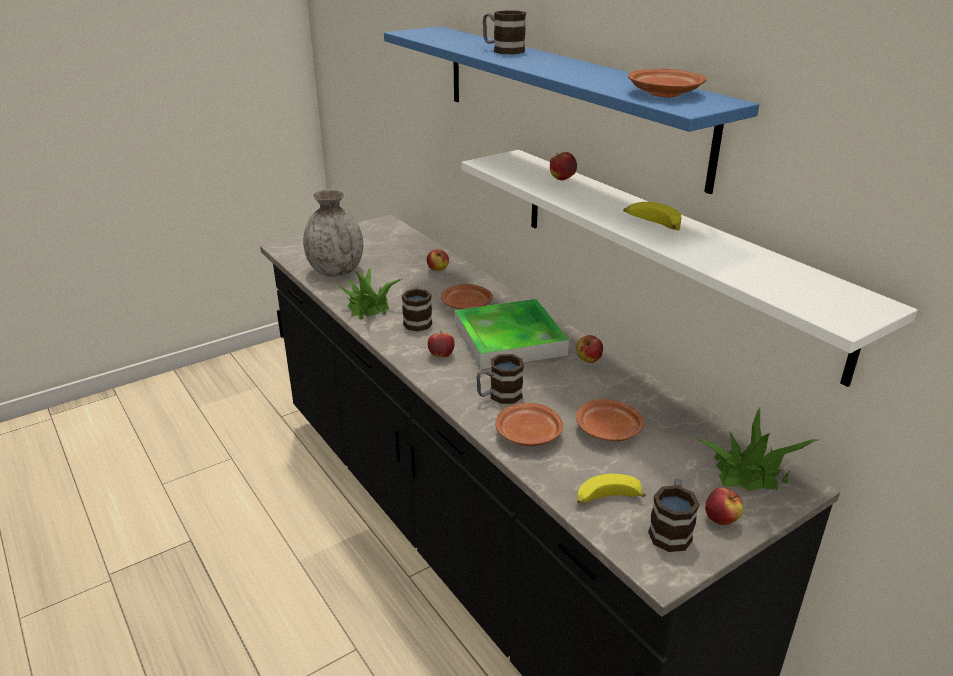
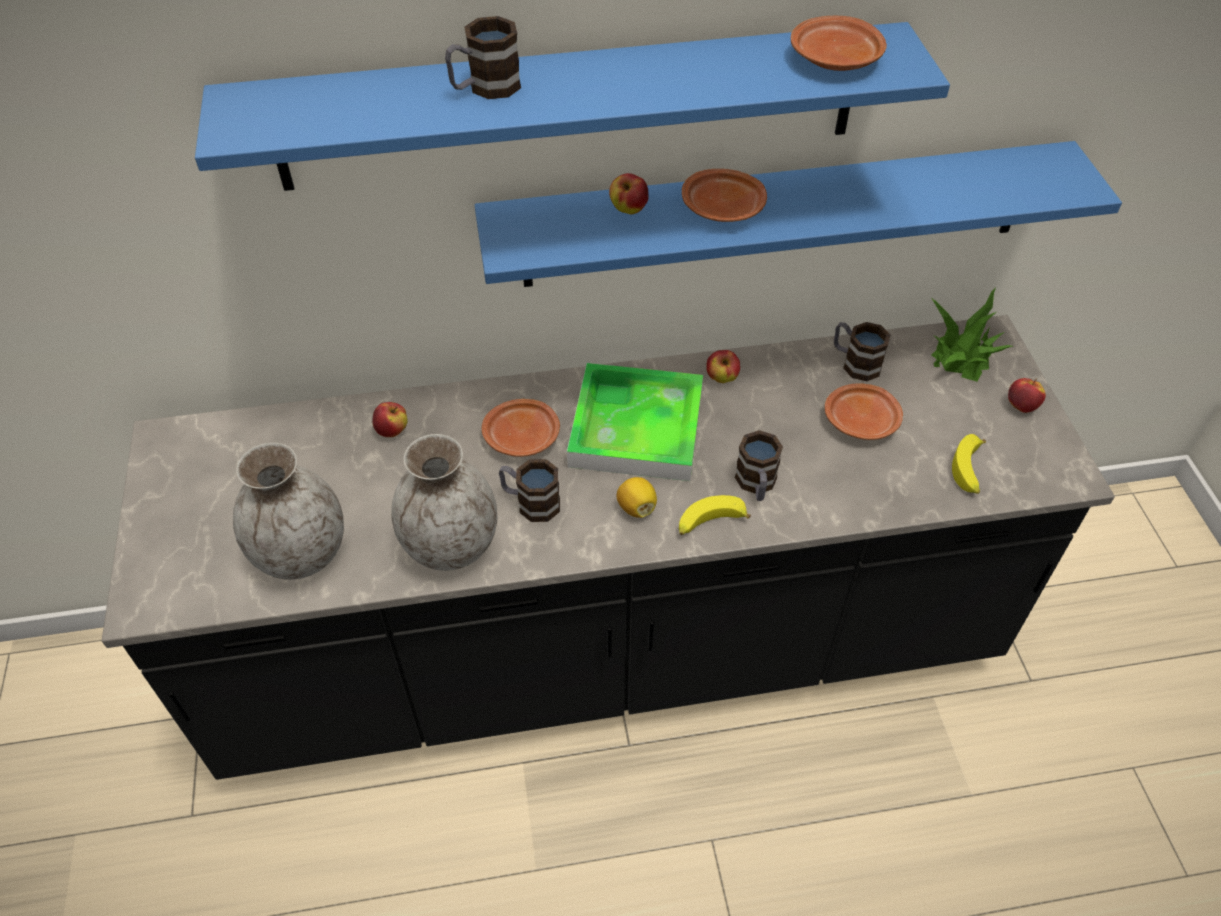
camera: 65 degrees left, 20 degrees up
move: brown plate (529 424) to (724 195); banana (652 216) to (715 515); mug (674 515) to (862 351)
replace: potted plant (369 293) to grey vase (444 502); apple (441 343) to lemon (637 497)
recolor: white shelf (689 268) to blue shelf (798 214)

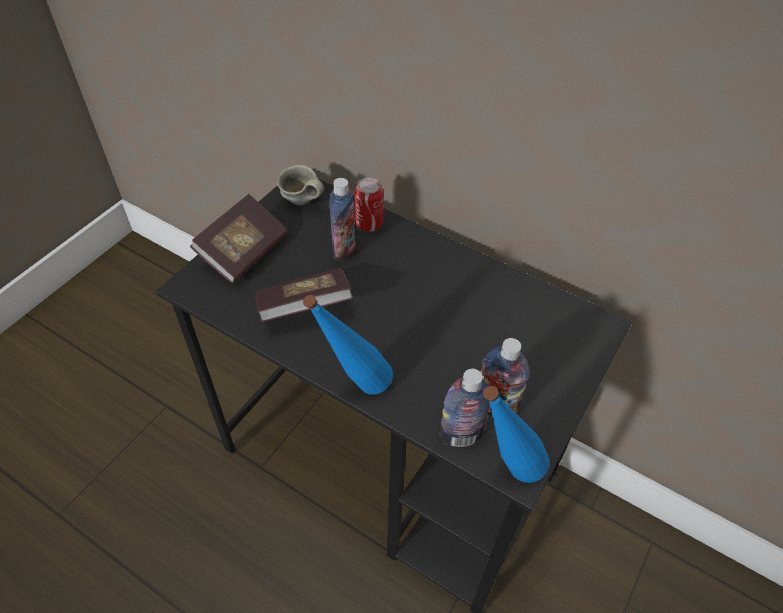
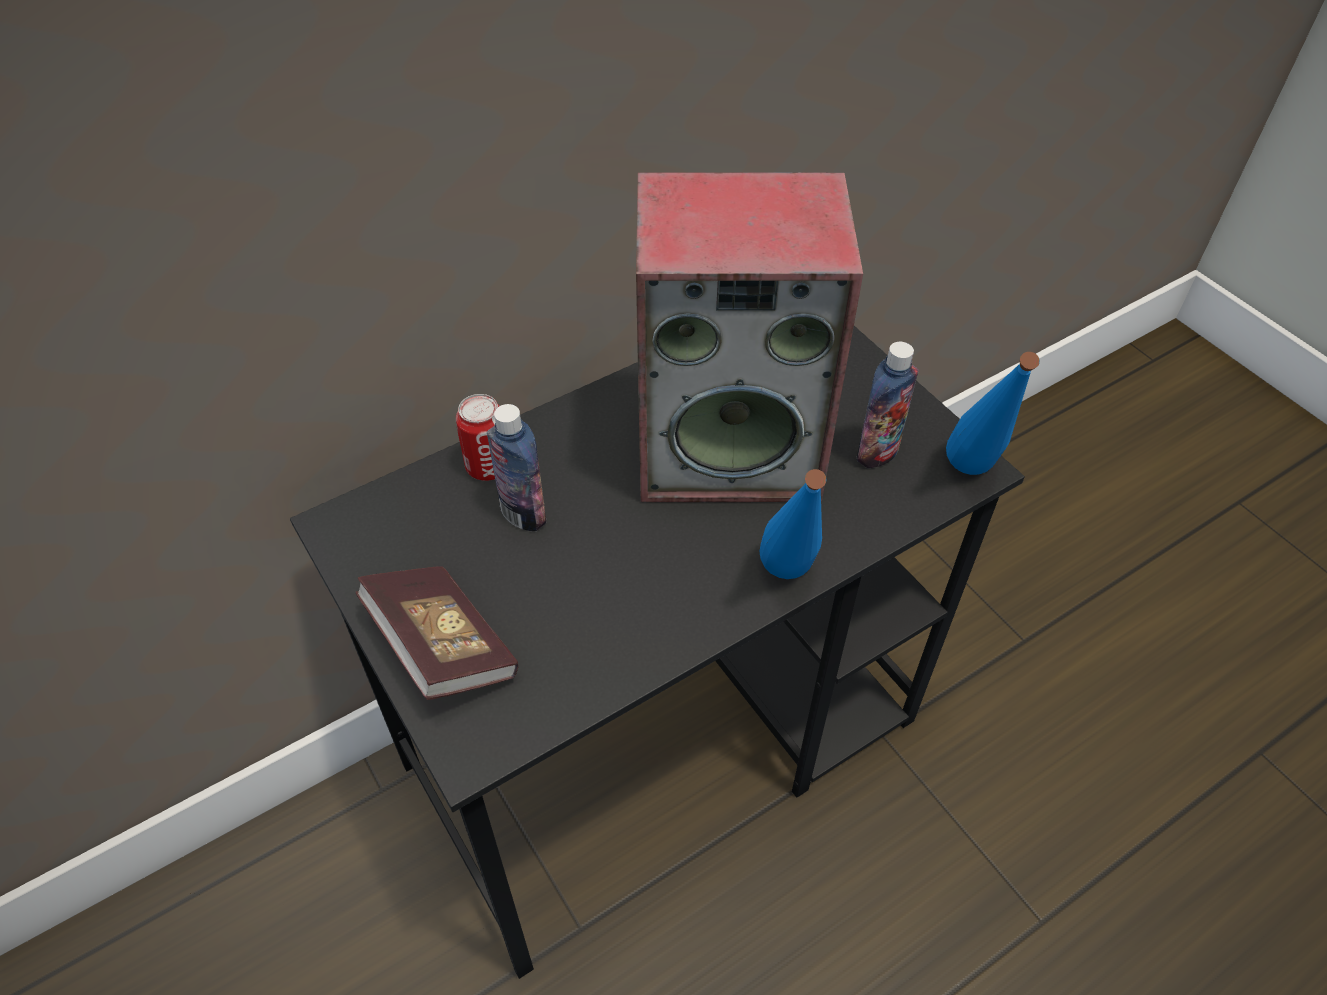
camera: 65 degrees left, 0 degrees up
delete: book (304 295); grey mug (300 185); bottle (464 408)
insert: speaker (749 337)

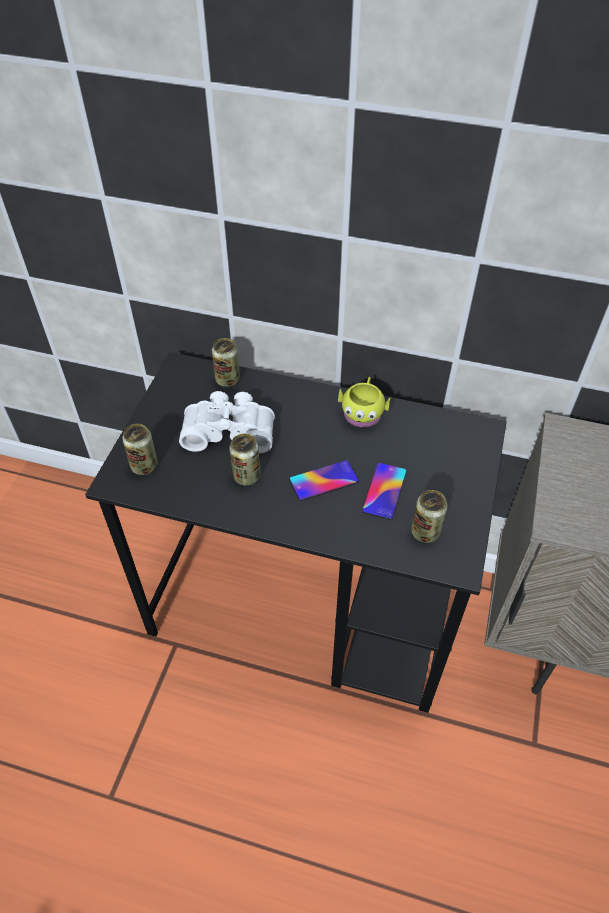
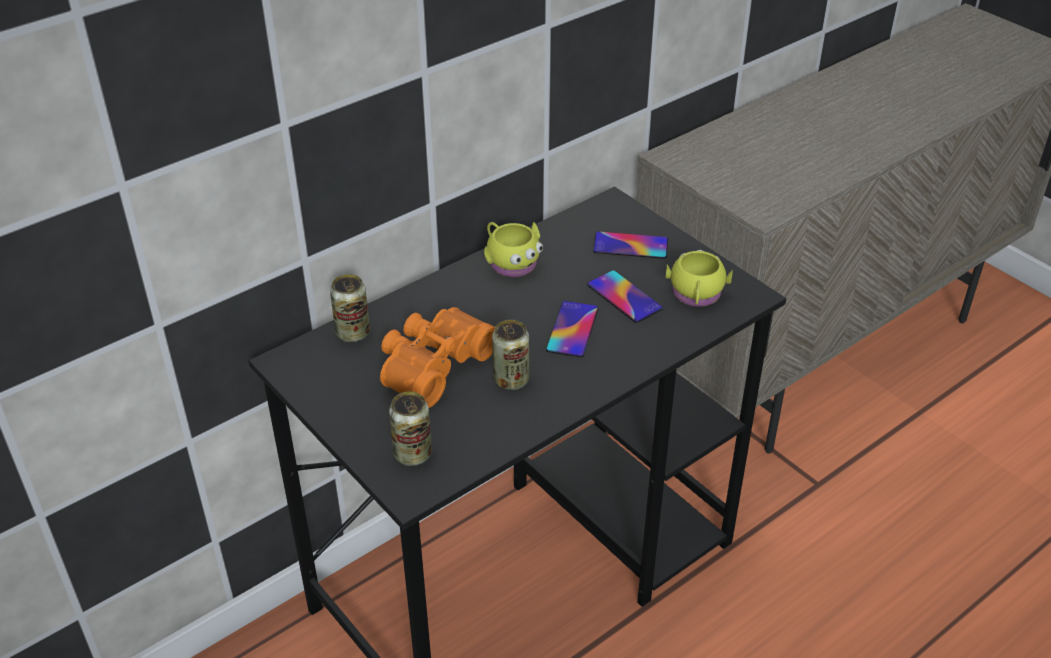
camera: 55 degrees left, 10 degrees down
insert: phone (630 245)
replace: can (429 516) to yellow mug (699 278)
recolor: white binoculars (227 422) to orange binoculars (437 357)

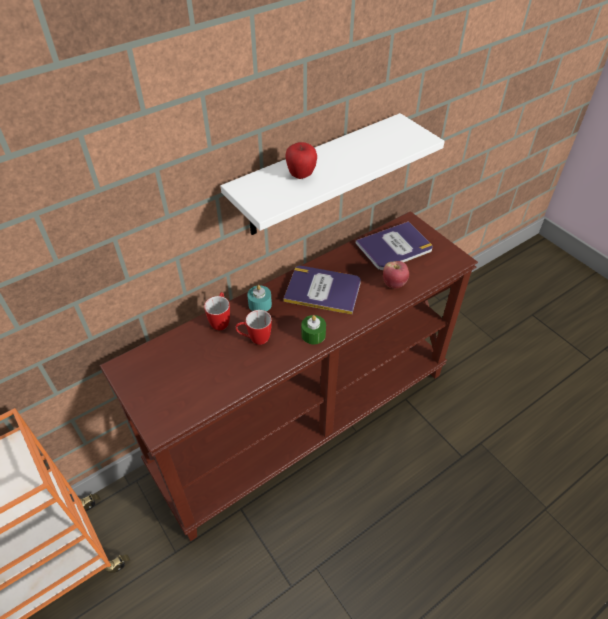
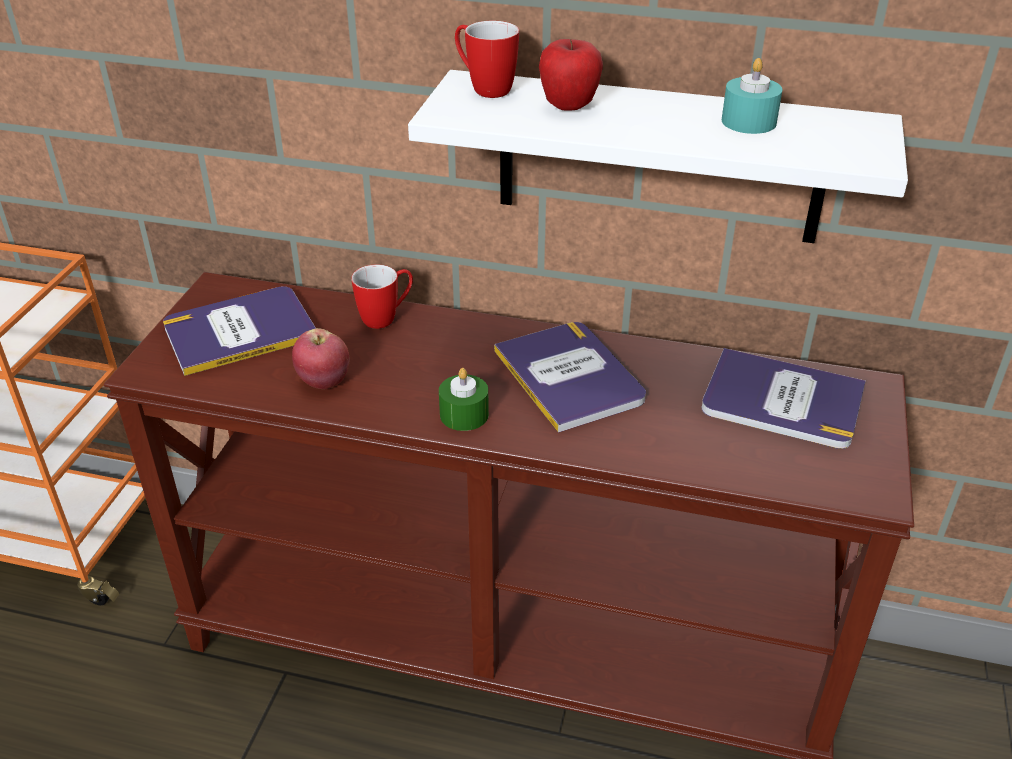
camera: 50 degrees right, 10 degrees down
insert: book (239 331)
move: mug (253 327) to (487 59); turquoise candle (259 298) to (752 96); apple (396 275) to (320 358)

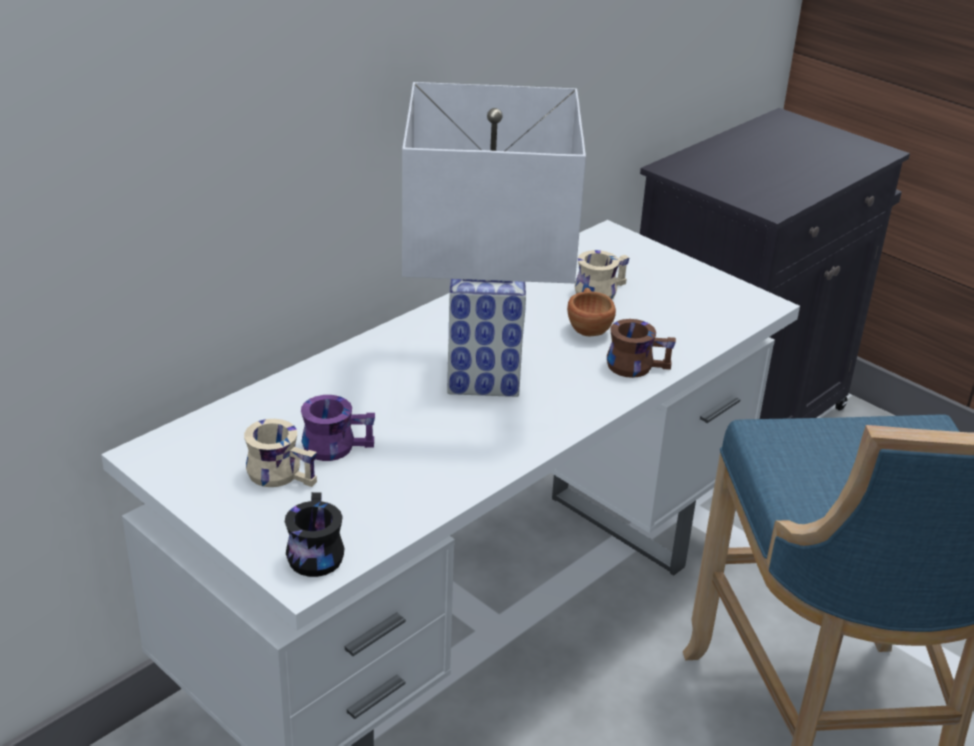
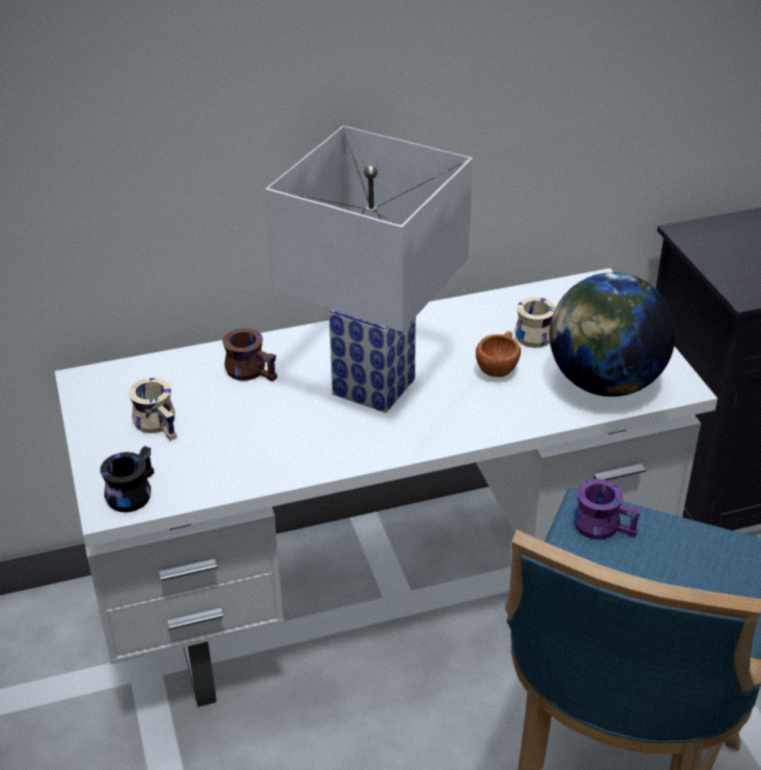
camera: 30 degrees right, 5 degrees up
insert: globe (612 334)
move: purple mug (338 428) to (608 509); brown mug (641 348) to (250 355)

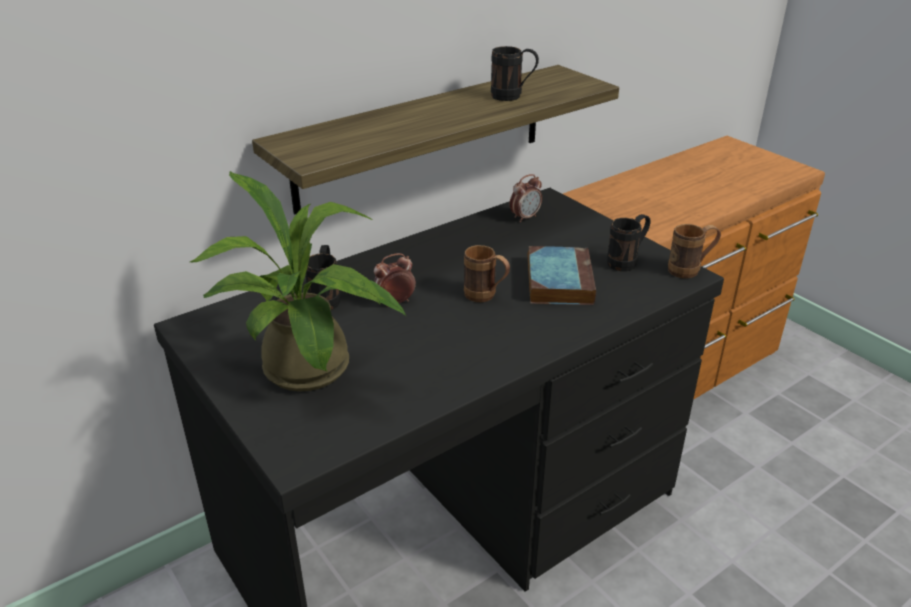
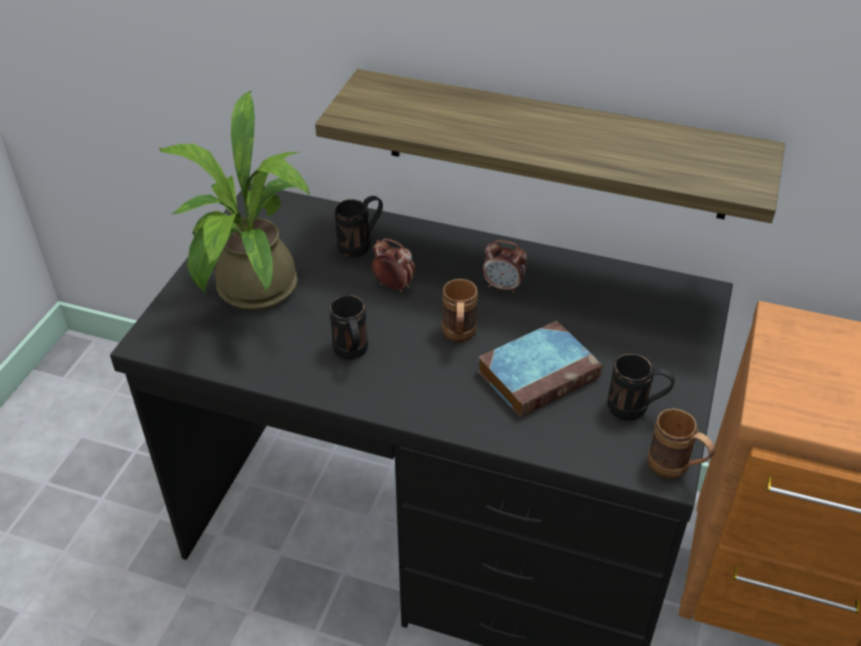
camera: 55 degrees right, 10 degrees up
move: black mug (515 73) to (349 327); alarm clock (526 198) to (504 266)

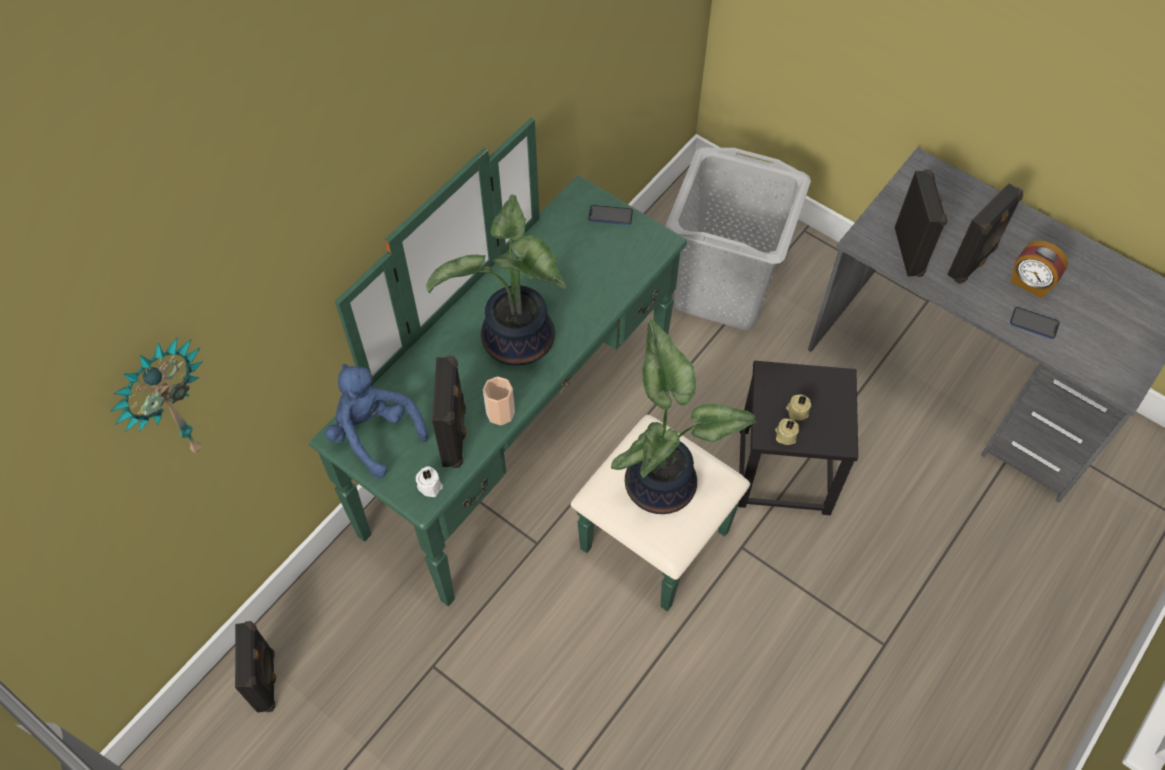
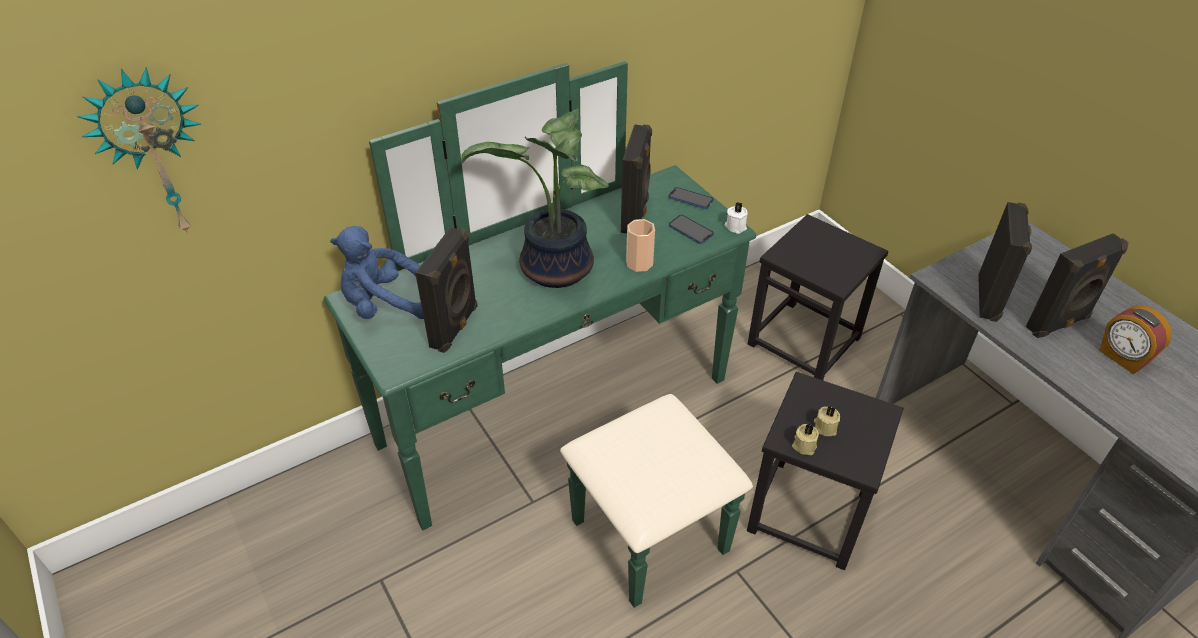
camera: 20 degrees right, 15 degrees down
delete: potted plant (684 416)
move: black speaker (255 667) to (636 178); white candle (429 481) to (736 218); cup (499 400) to (640 245); phone (1035 323) to (691 229)
replace: grey laundry basket (738 238) to black stool (818 297)
rotate: blue plush toy (376 421) = (377 272) 75 degrees counterclockwise

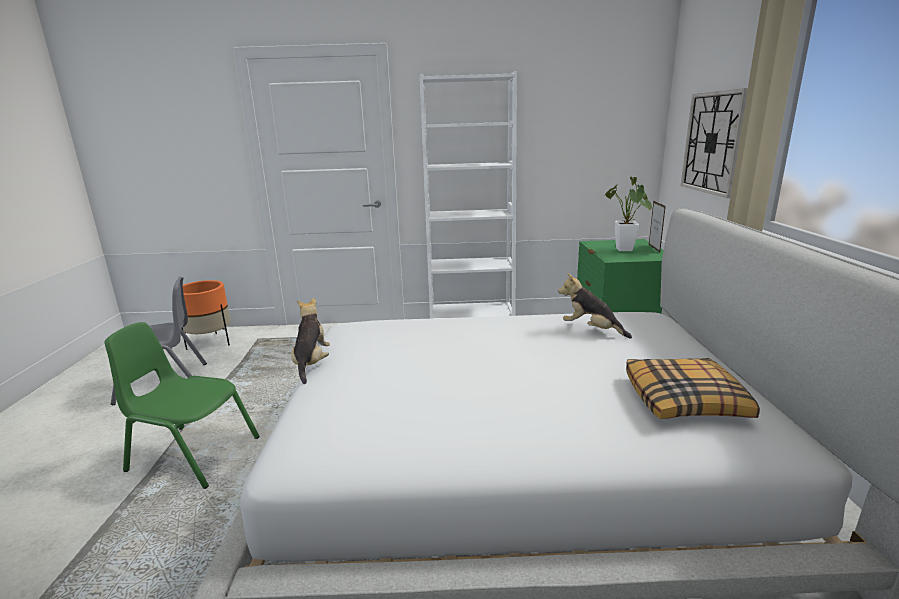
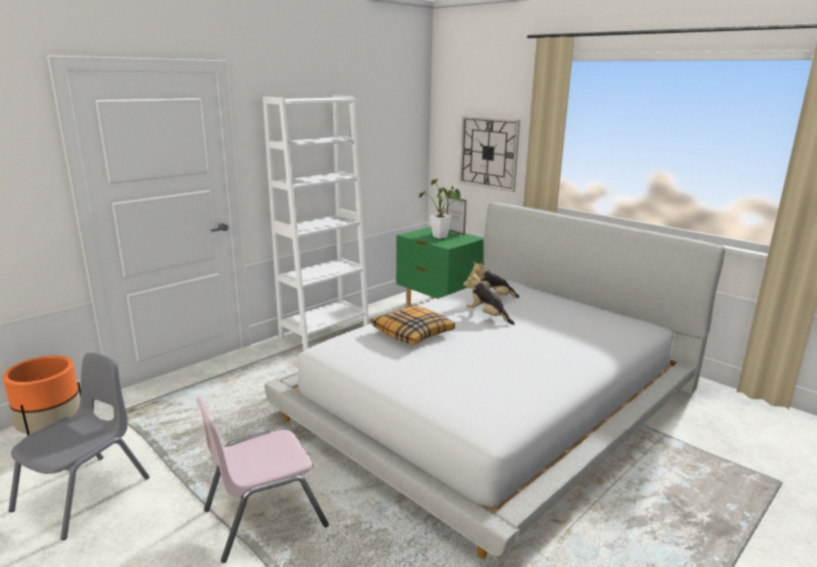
camera: 45 degrees left, 0 degrees up
move: plush toy (310 341) to (489 297); pillow (693 388) to (413 325)
recolor: green chair (182 405) to pink chair (262 480)

